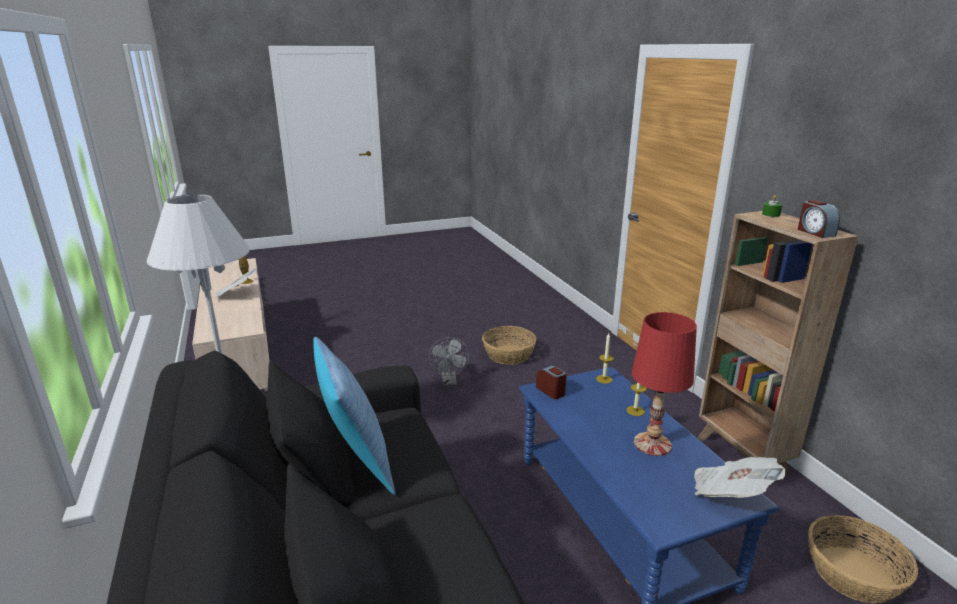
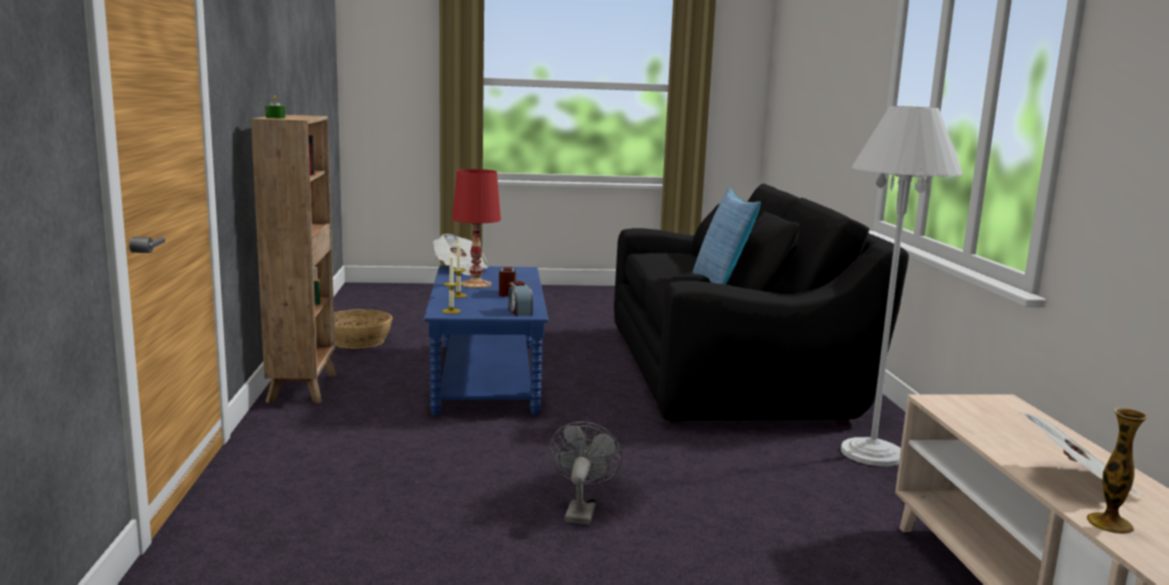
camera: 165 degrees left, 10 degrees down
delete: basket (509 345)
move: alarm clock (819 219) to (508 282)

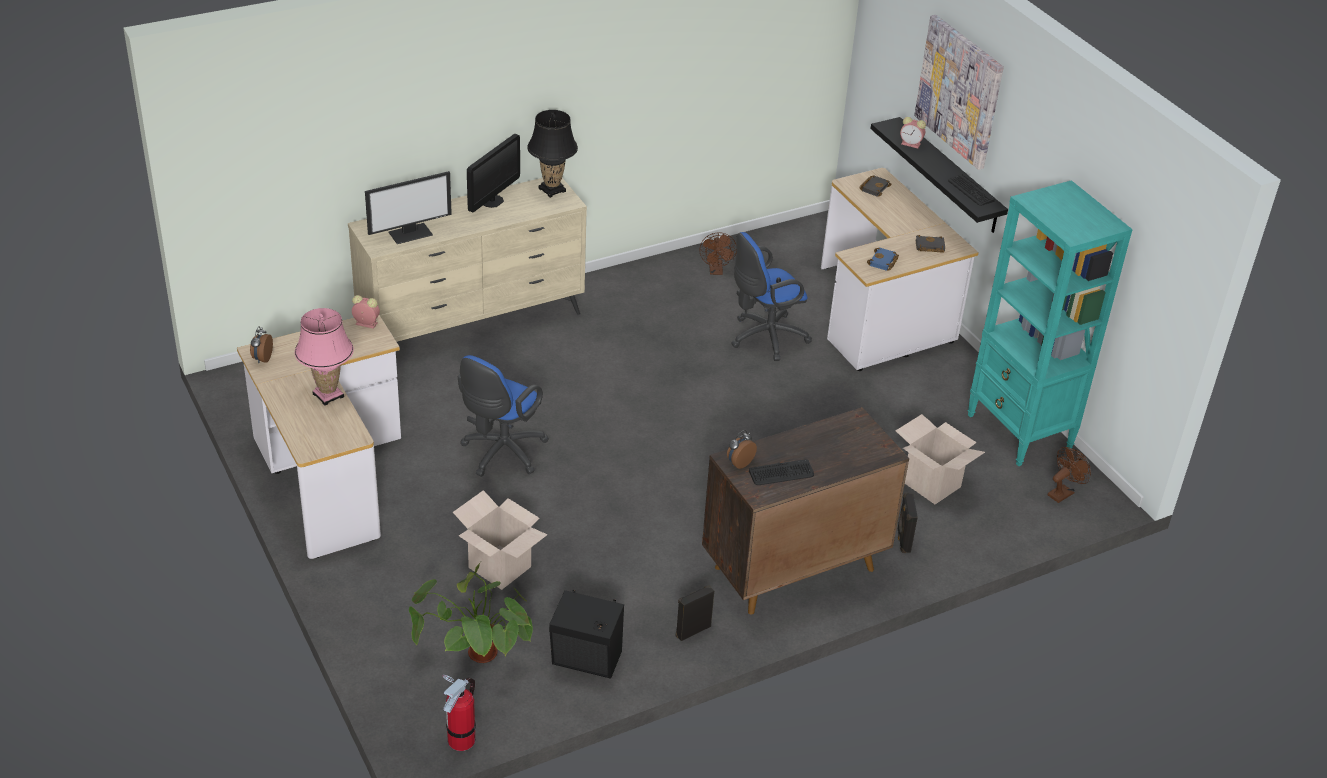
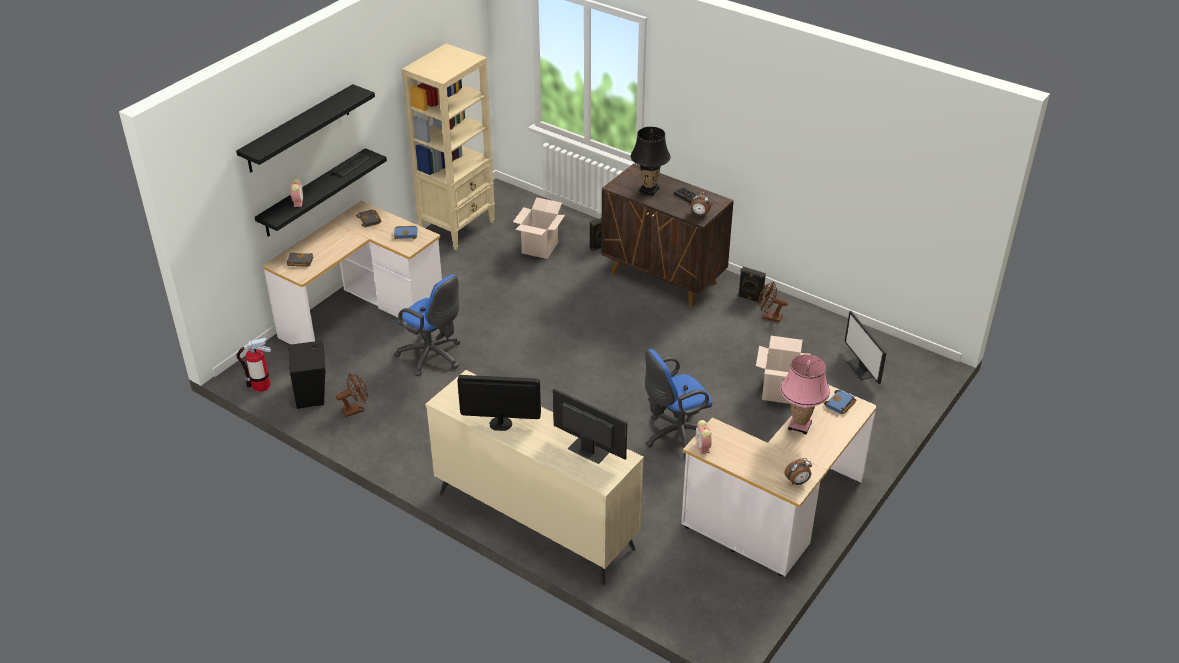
camera: 115 degrees left, 0 degrees up
insert: blue book (840 402)
move: fire extinguisher (459 712) to (253 364); black table lamp (552 154) to (651 161); black speaker (586 634) to (307 374); brown fan (1069 475) to (773 302)
replace: potted plant (471 612) to monitor (865 347); picture (959 92) to black shelf (305 128)
recolor: turquoise bookcase (1050 323) to beige bookcase (448 147)
rotate: blue office chair (503 416) = (679 404) 150 degrees clockwise

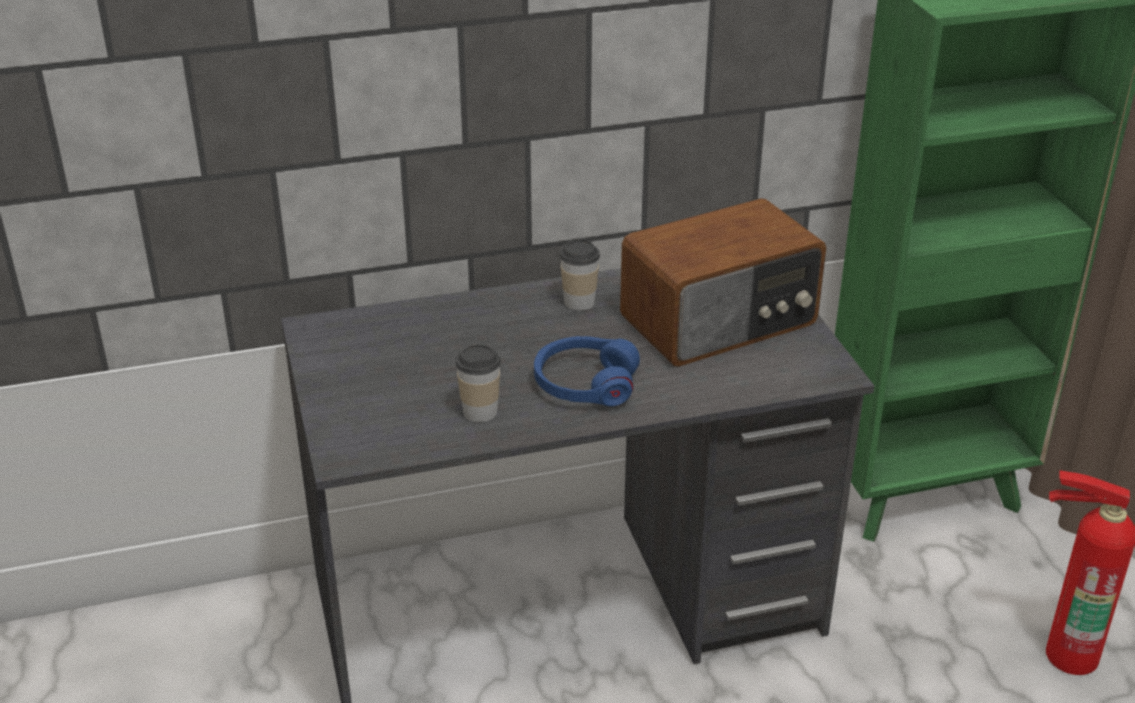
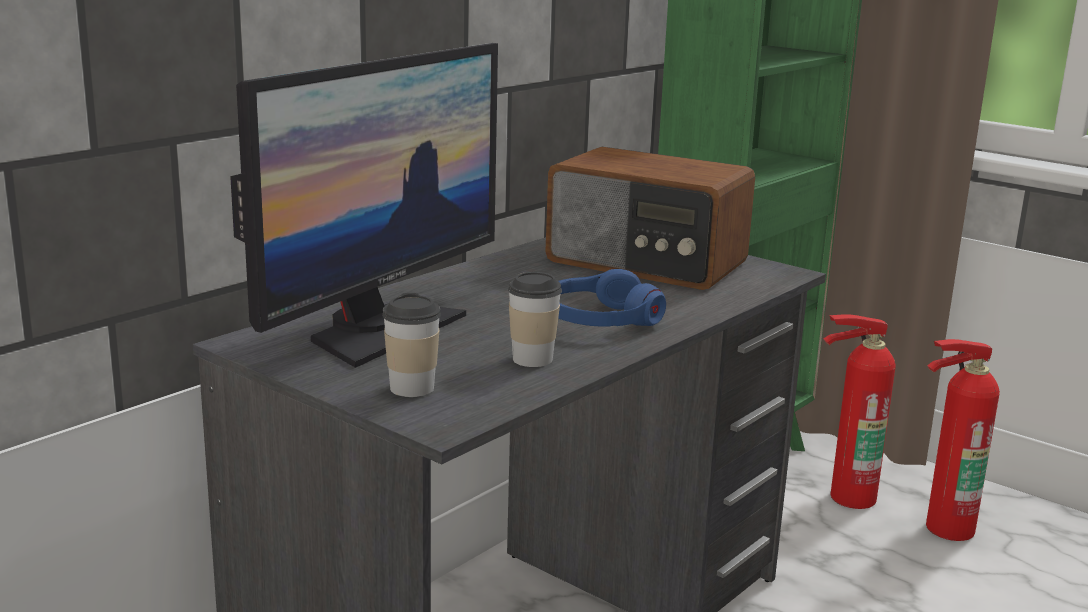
camera: 35 degrees left, 15 degrees down
insert: monitor (364 205); fire extinguisher (860 411)
move: cup (579 275) to (411 345)
rotate: radio (723 282) = (650 218) 90 degrees clockwise

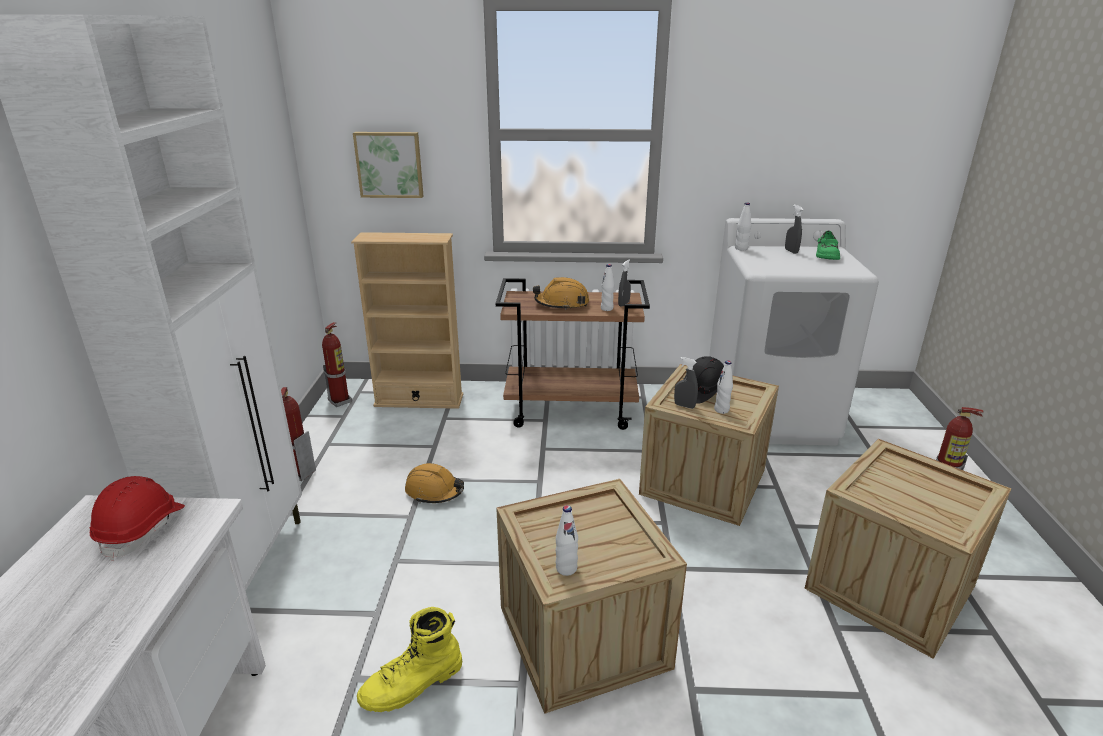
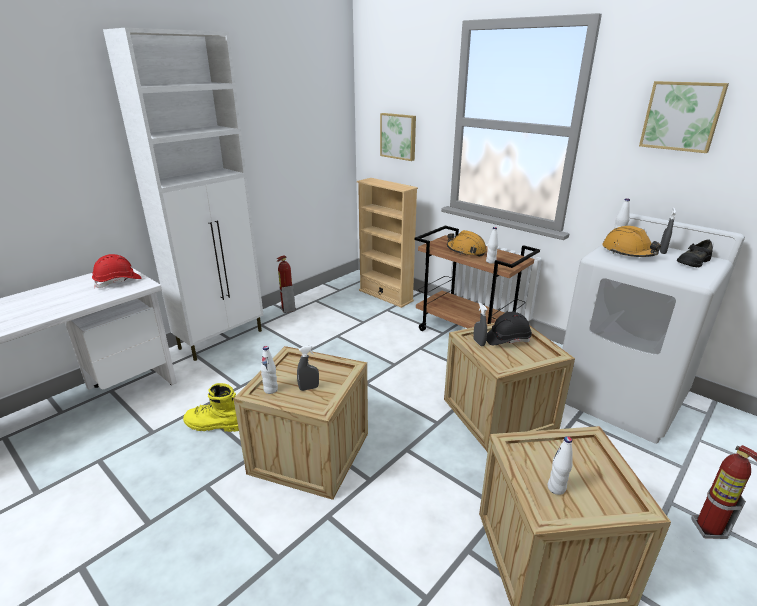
camera: 40 degrees right, 0 degrees up
delete: fire extinguisher (337 364)
insert: picture (684 117)
move: orange hard hat (434 483) to (631 241); grey spray bottle (624 283) to (308 368); white bottle (723 387) to (560 465)
recolor: green shoe (828 245) to black shoe (695 254)

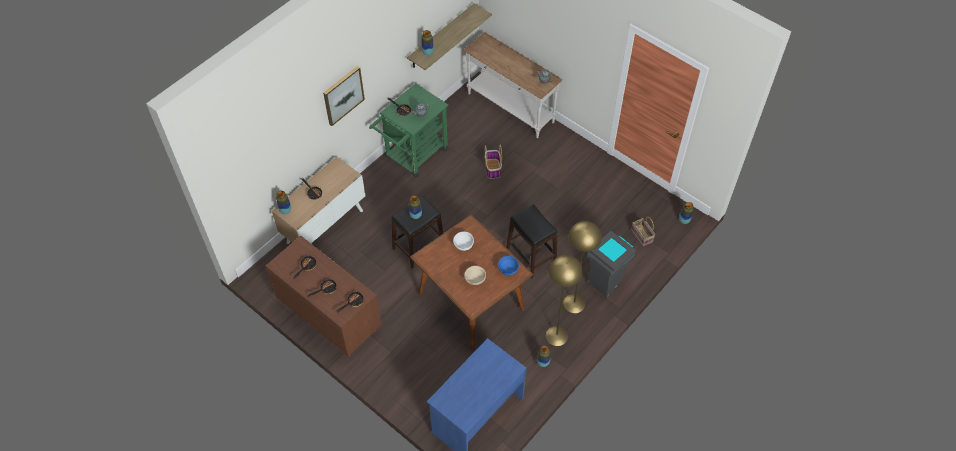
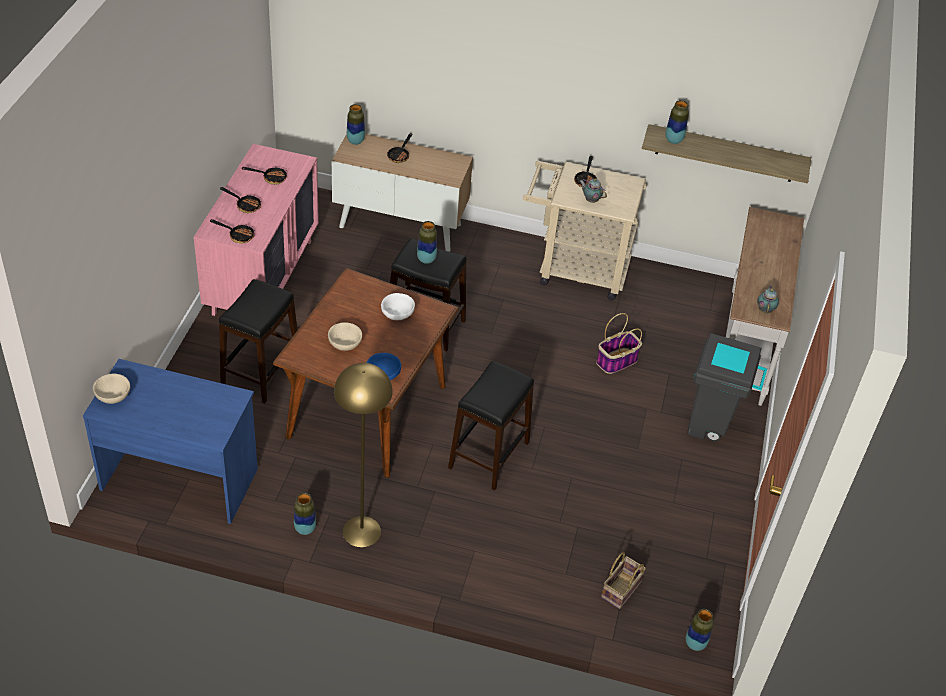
camera: 60 degrees right, 10 degrees down
delete: picture (344 96); yellow floor lamp (582 267)
insert: beige bowl (111 388); black stool (258 341)
move: grey trash can (611 264) to (727 387)
recolor: brown dresser (323 296) to pink dresser (256 230); green cart (409 130) to beige cart (585 231)

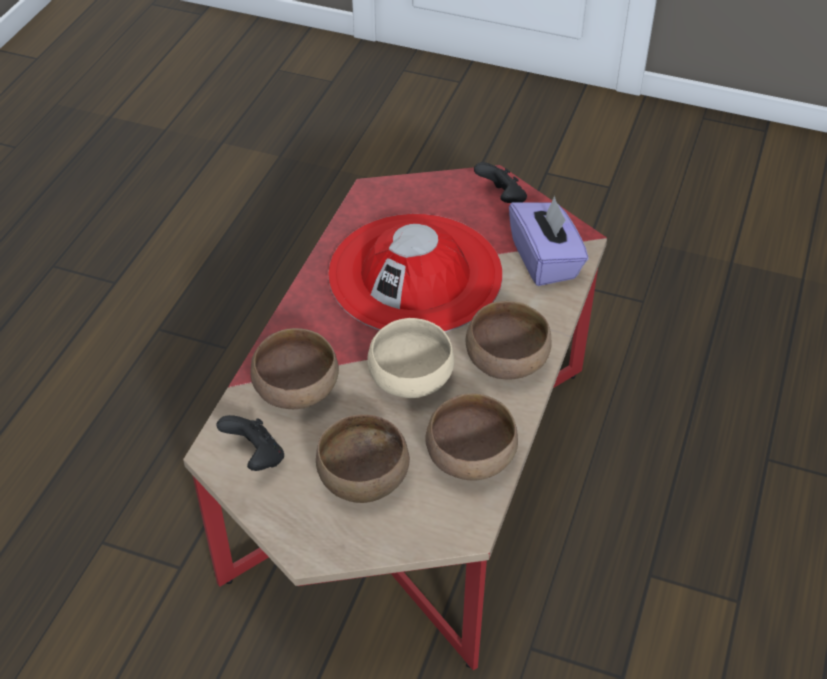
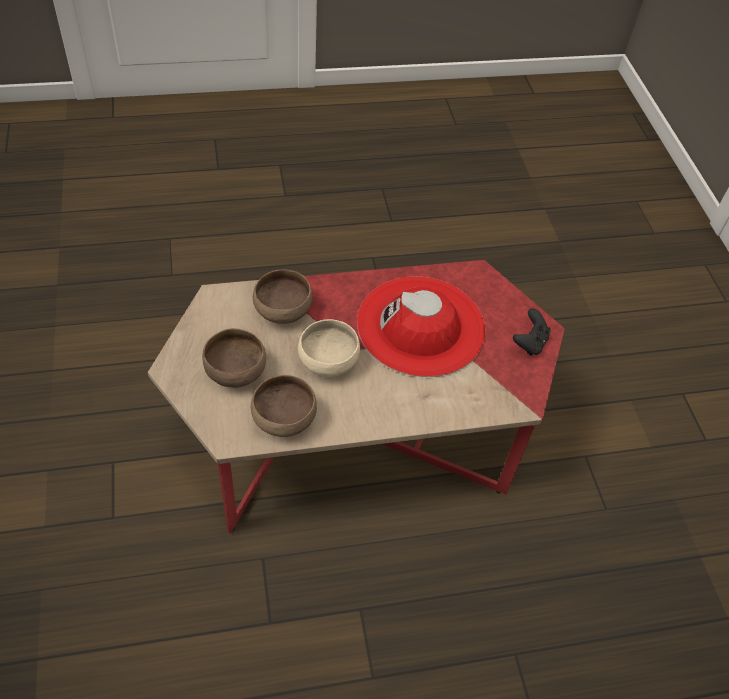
camera: 55 degrees right, 5 degrees up
delete: black game controller (250 443); brown bowl (509 340); purple tissue box (548 241)

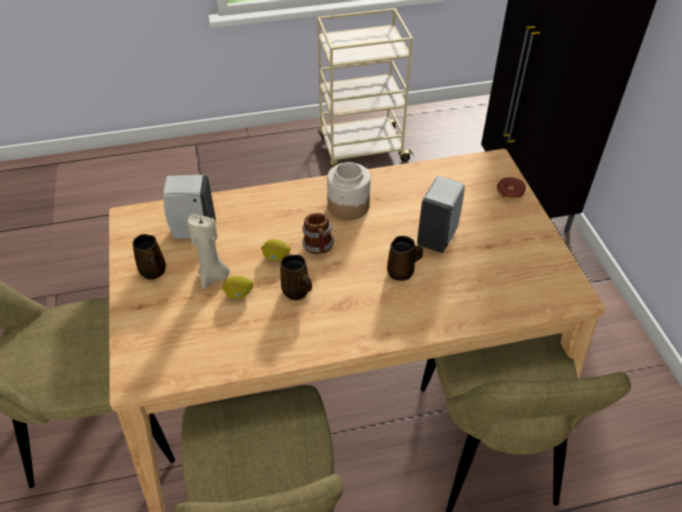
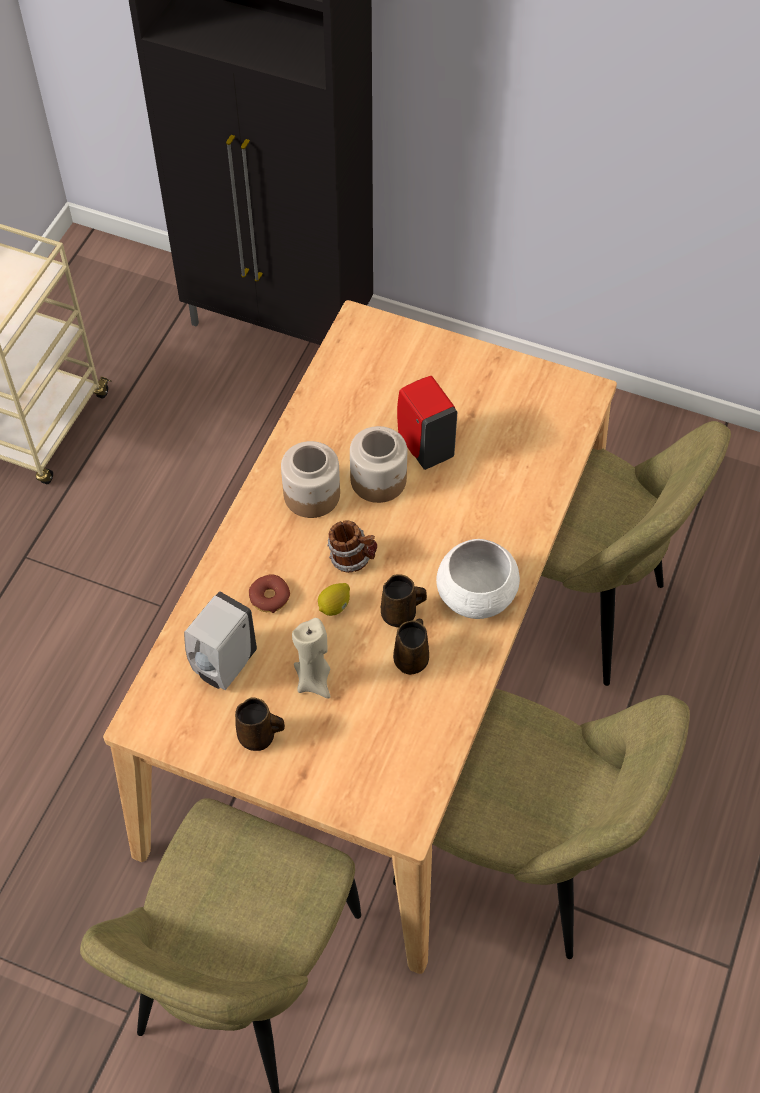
camera: 55 degrees left, 10 degrees up
delete: lemon (237 287)
insert: jar (378 464); white bowl (478 579)
move: brown mug (405 258) to (411 647); donut (511 188) to (269 593)
recolor: white soap dispenser (441 214) to red soap dispenser (427 423)

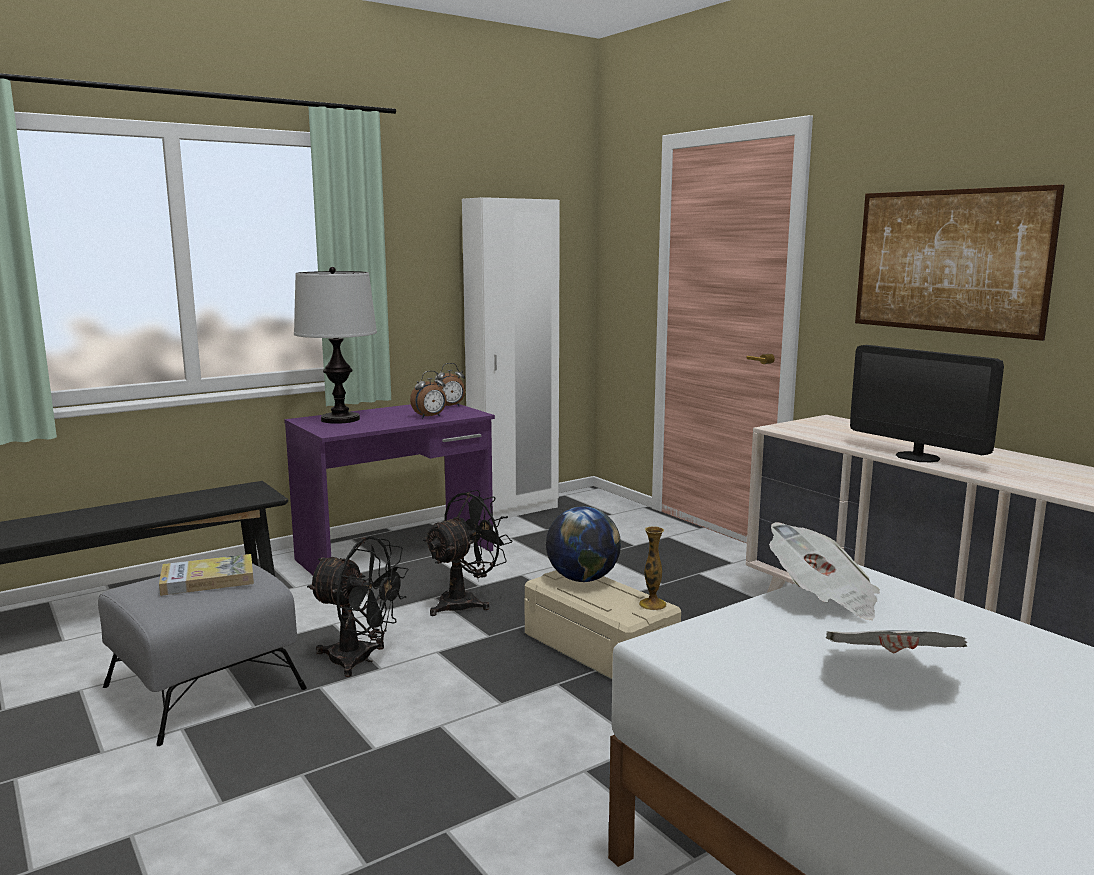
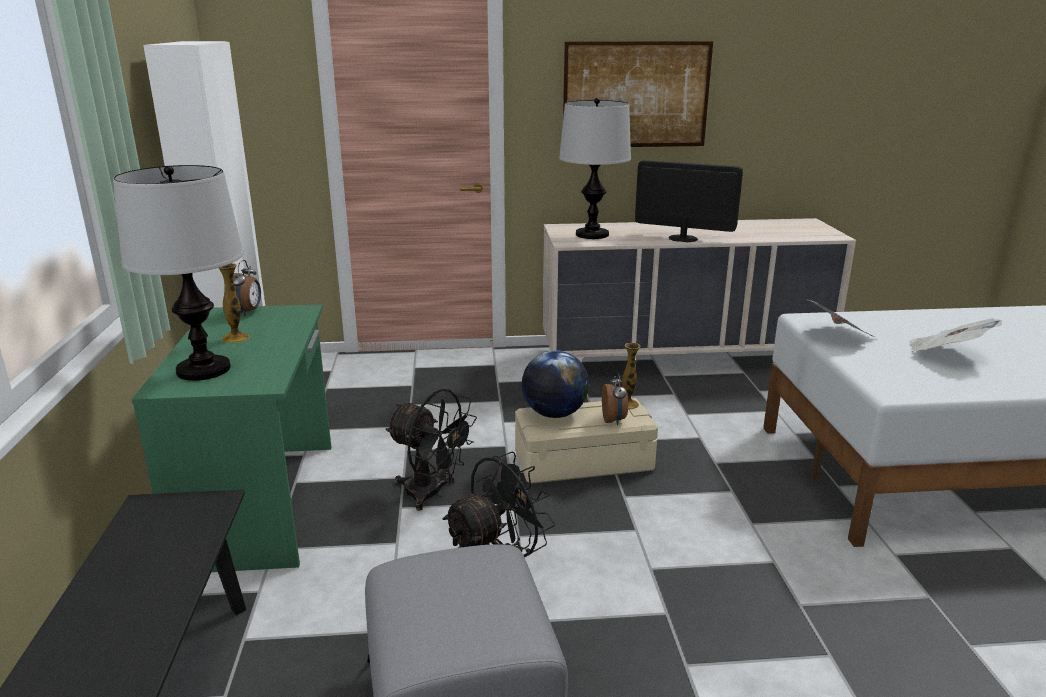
camera: 60 degrees left, 10 degrees up
delete: book (206 575)
insert: vase (234 303); table lamp (595 168)
move: alarm clock (428 394) to (615 398)
recolor: purple desk (389 489) to green desk (231 438)
rotate: black fan (467 553) = (431 450) 135 degrees clockwise; monitor (927 403) = (689 201) 150 degrees counterclockwise

